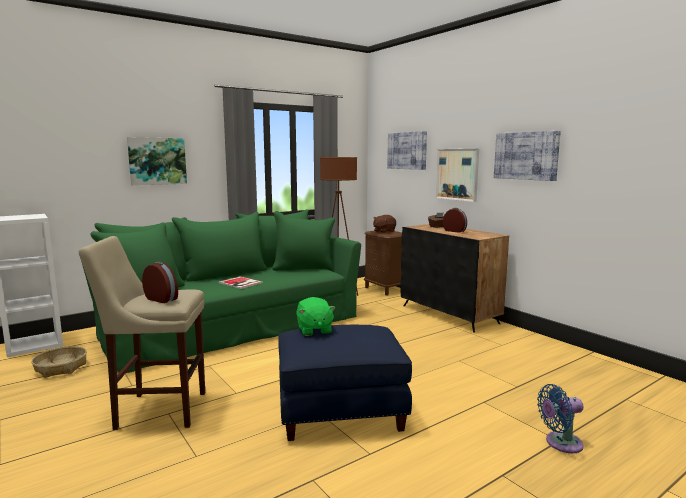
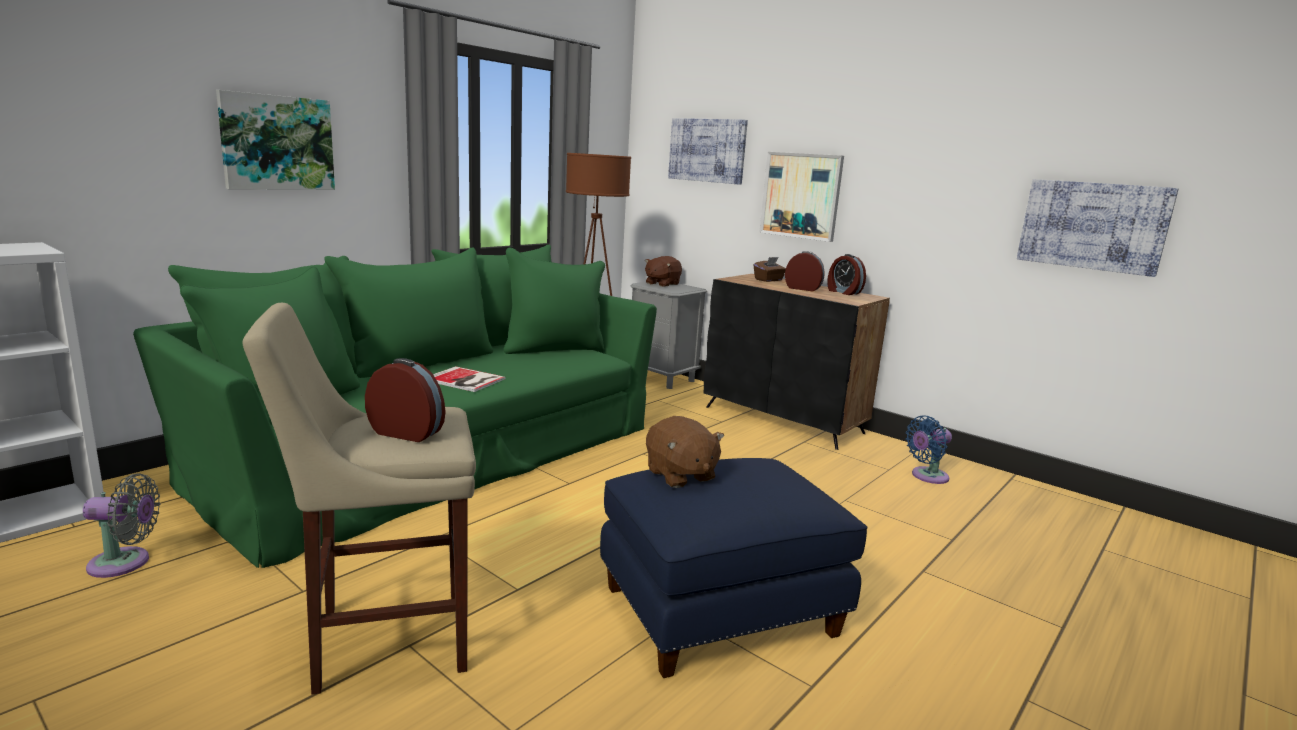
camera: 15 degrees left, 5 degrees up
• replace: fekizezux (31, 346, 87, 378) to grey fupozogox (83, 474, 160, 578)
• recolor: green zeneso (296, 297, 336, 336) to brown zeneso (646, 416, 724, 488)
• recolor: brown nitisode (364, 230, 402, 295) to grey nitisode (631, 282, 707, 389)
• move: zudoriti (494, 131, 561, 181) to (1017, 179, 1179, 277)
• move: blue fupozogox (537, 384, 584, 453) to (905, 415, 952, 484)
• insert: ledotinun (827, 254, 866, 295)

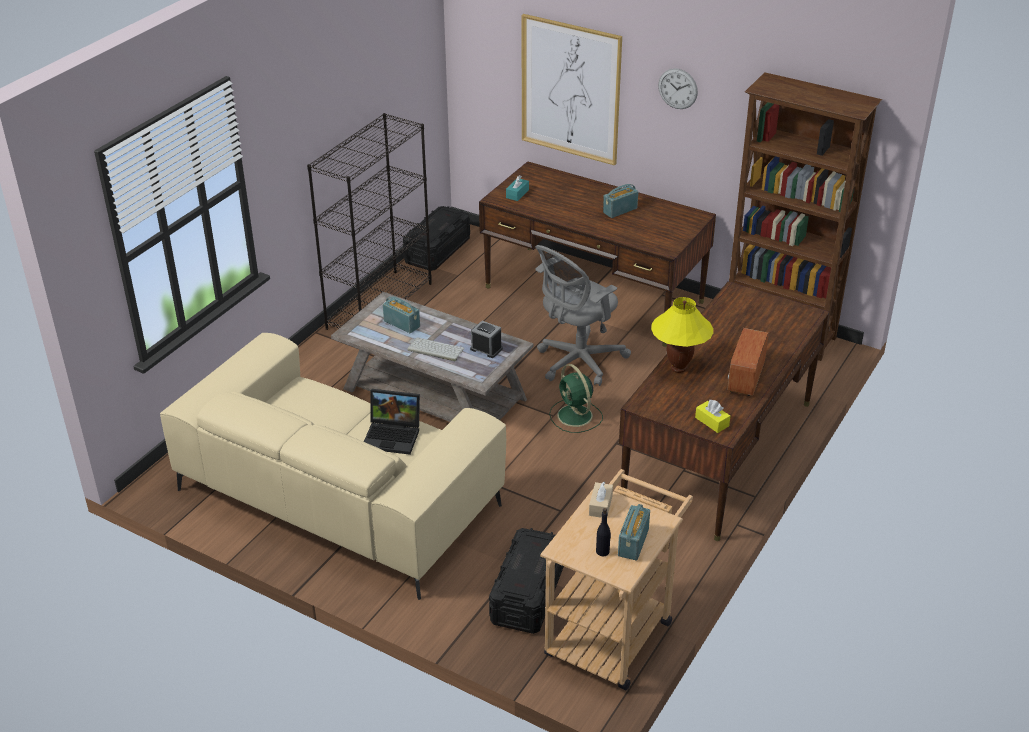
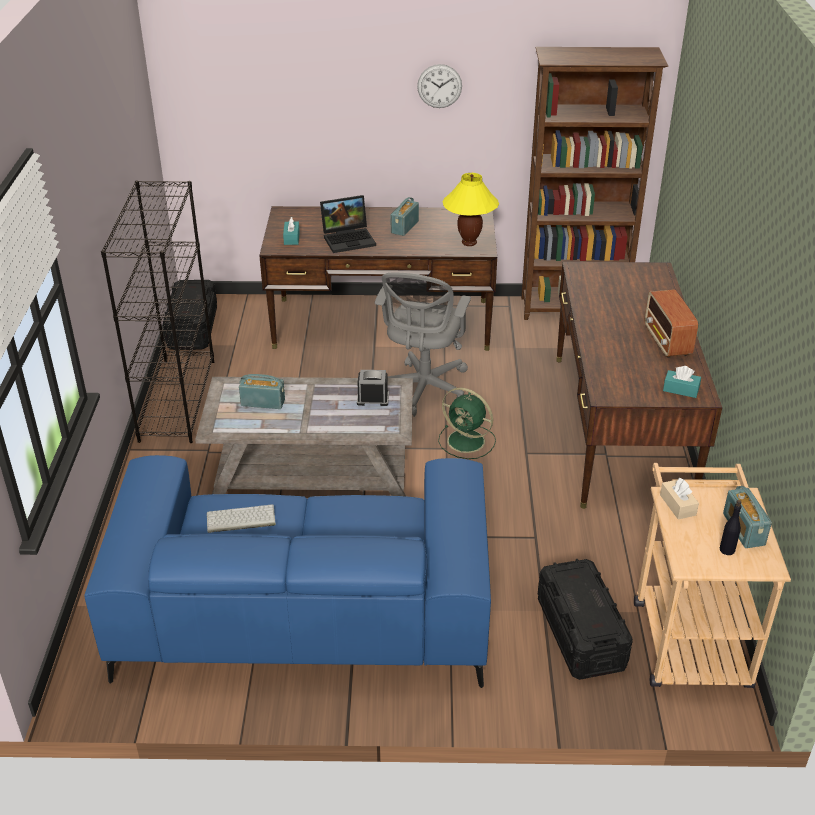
camera: 30 degrees left, 0 degrees up
• recolor: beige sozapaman (160, 333, 506, 600) to blue sozapaman (84, 455, 491, 688)
• move: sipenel (364, 389, 420, 455) to (320, 195, 376, 253)
• move: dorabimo (407, 337, 465, 361) to (206, 504, 276, 533)
• delete: zudoriti (522, 14, 622, 166)
• move: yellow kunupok (651, 297, 713, 373) to (443, 173, 499, 246)
• recolor: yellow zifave (695, 400, 730, 433) to turquoise zifave (663, 366, 701, 398)

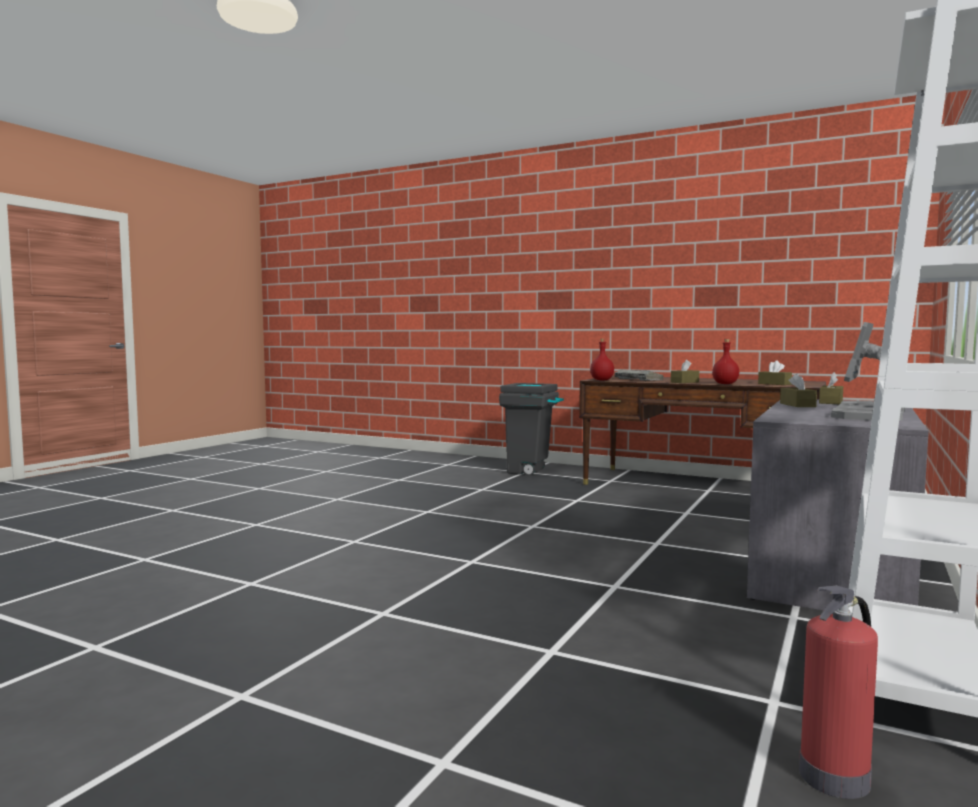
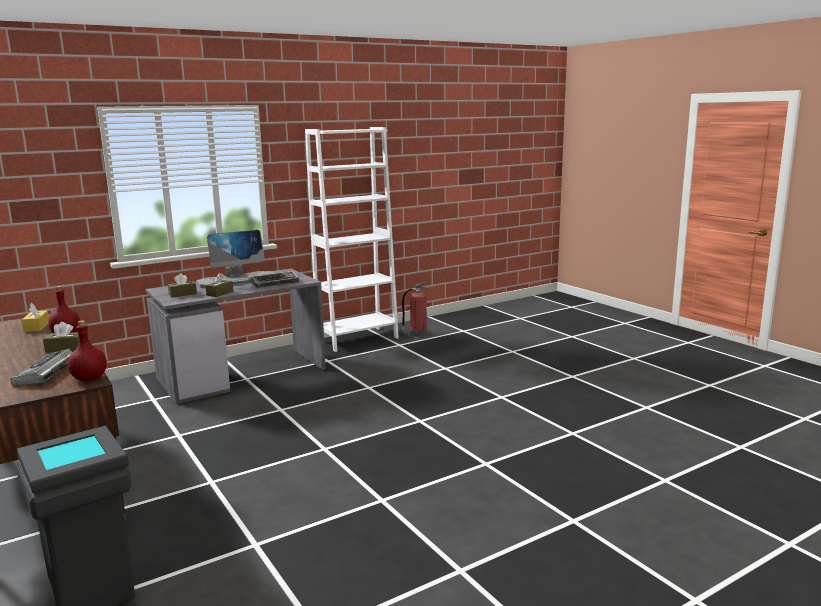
camera: 150 degrees left, 10 degrees up
• recolor: brown zifave (758, 360, 792, 385) to yellow zifave (22, 303, 49, 332)
• insert: dorabimo (250, 271, 299, 288)

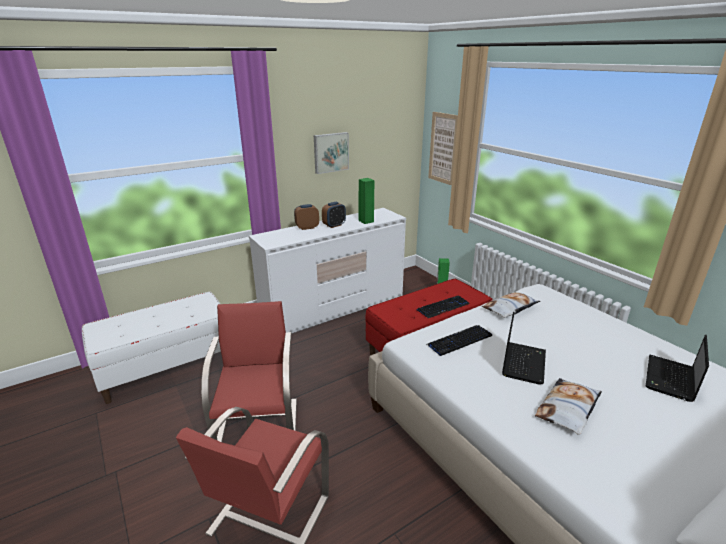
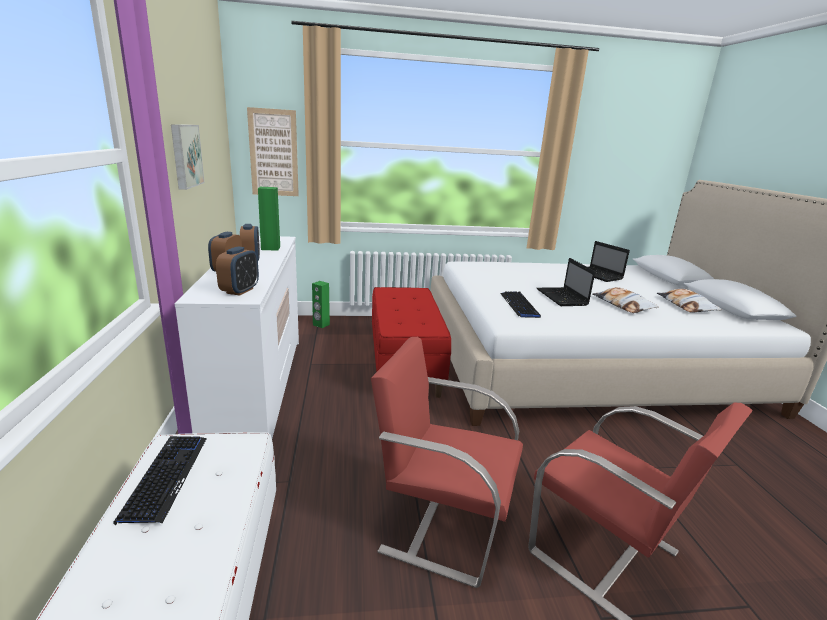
camera: 65 degrees left, 5 degrees down
• move: dorabimo (417, 295, 470, 318) to (114, 436, 207, 525)
• move: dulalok (482, 292, 540, 318) to (657, 289, 722, 312)
• rotate: sipenel (502, 312, 546, 385) = (537, 258, 595, 306) 150 degrees counterclockwise
• insert: ledotinun (216, 246, 259, 296)

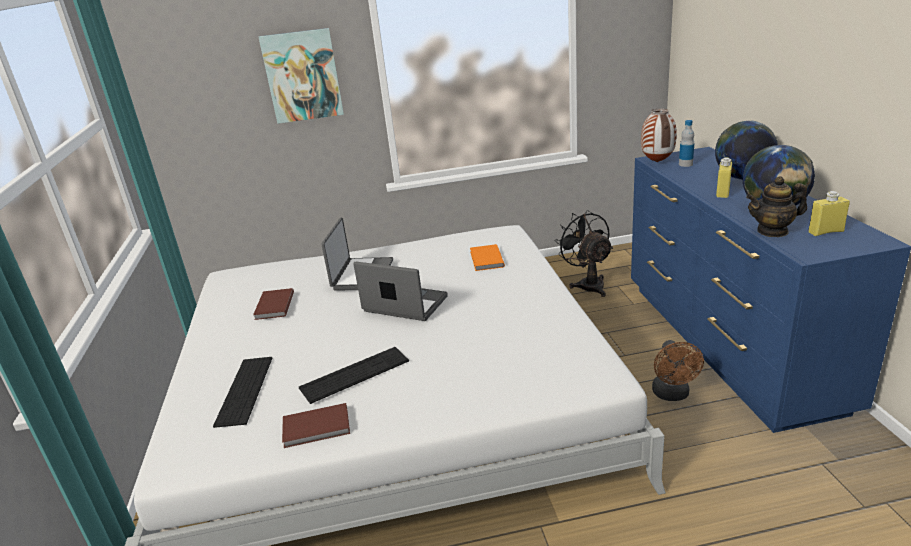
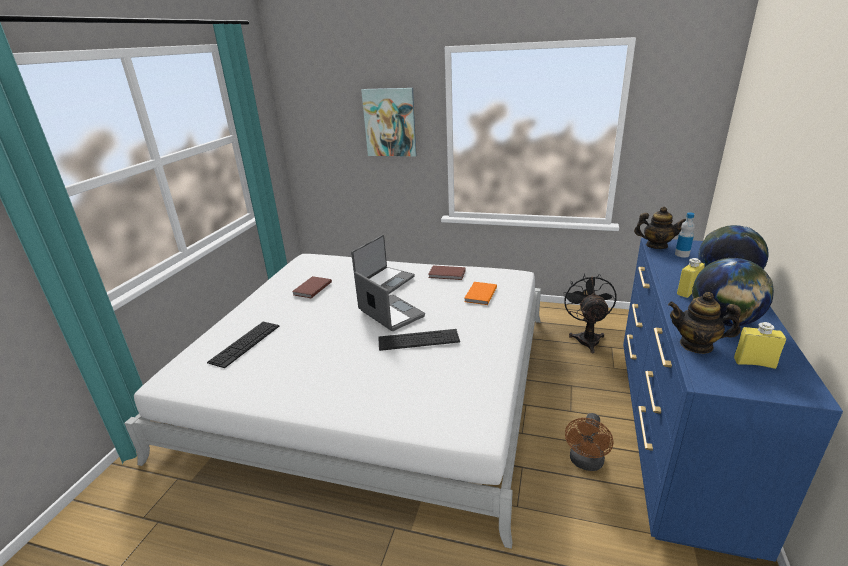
camera: 25 degrees right, 0 degrees up
• move: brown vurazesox (282, 403, 350, 448) to (428, 265, 466, 280)
• move: dorabimo (299, 347, 409, 404) to (378, 329, 460, 351)
• replace: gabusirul (641, 108, 677, 162) to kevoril (634, 207, 686, 249)

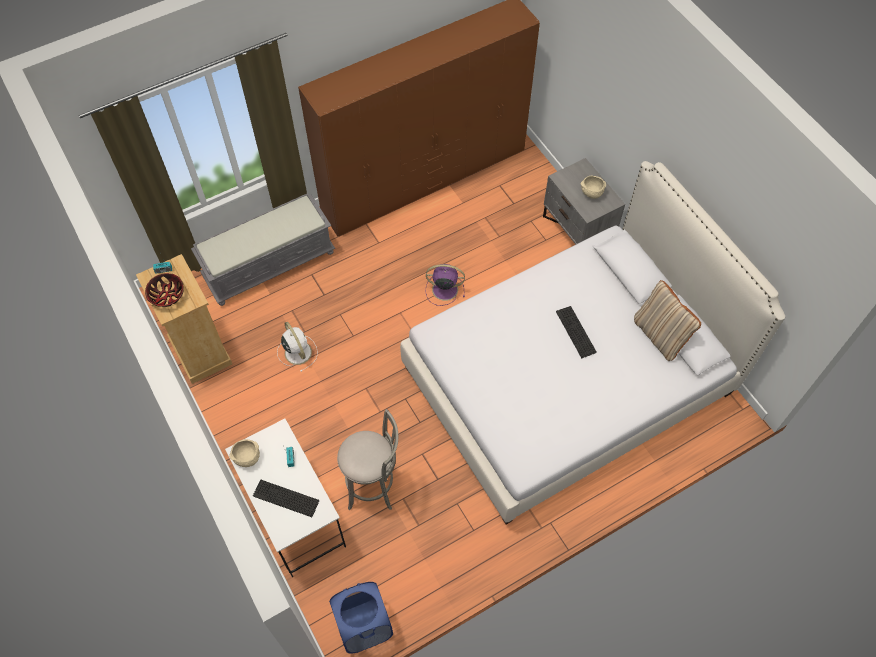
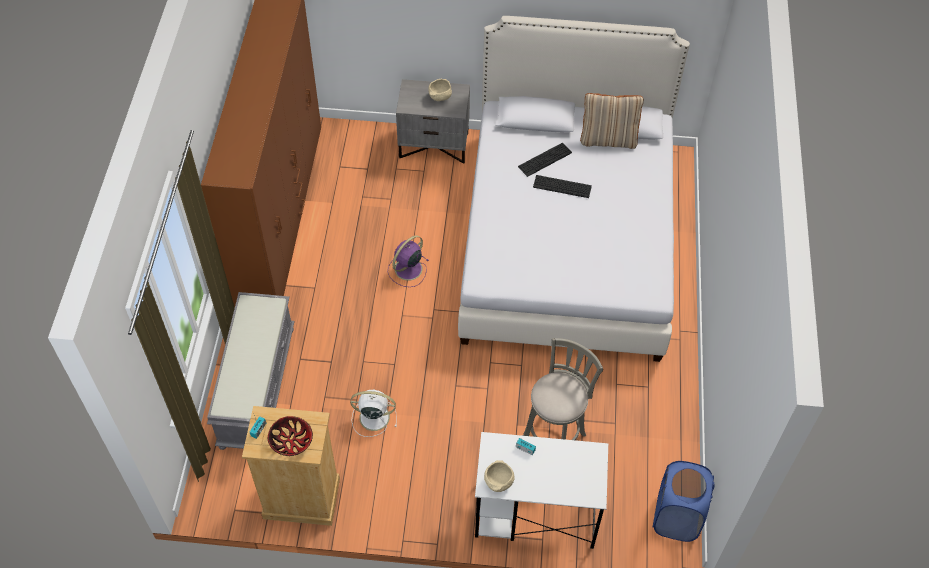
camera: 55 degrees left, 5 degrees down
• move: dorabimo (253, 480, 319, 517) to (518, 143, 572, 177)

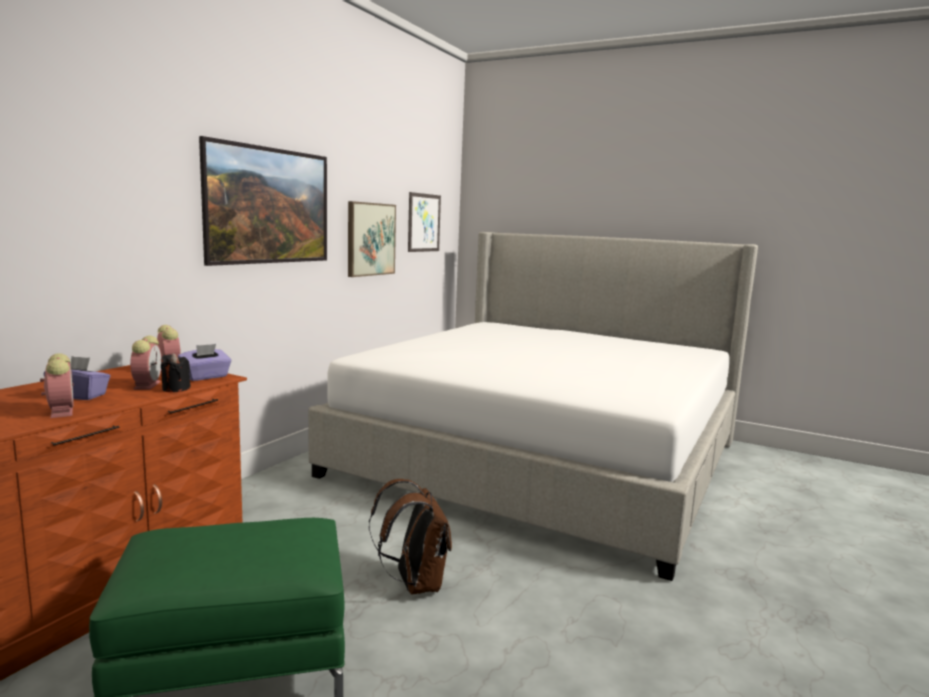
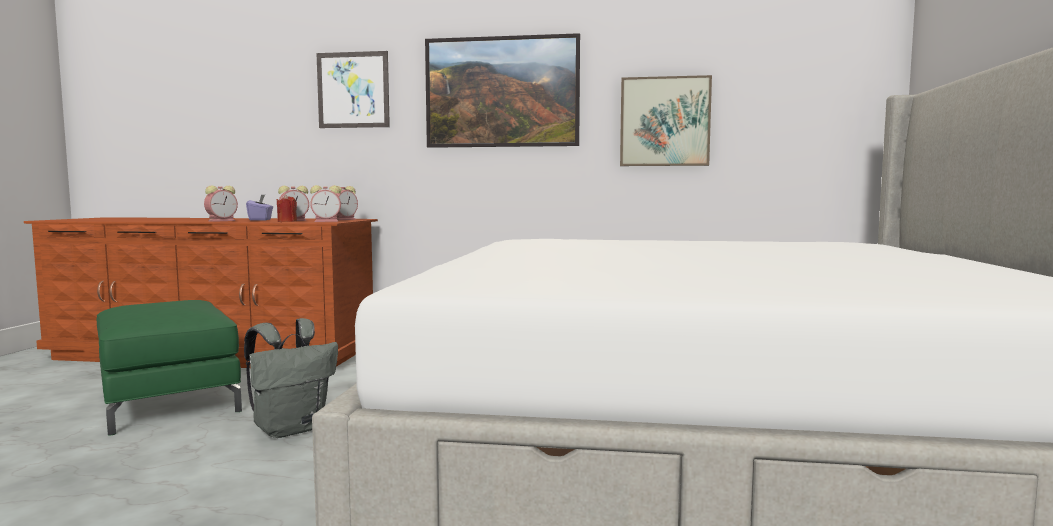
camera: 70 degrees right, 5 degrees down
• recolor: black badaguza (161, 353, 191, 392) to red badaguza (276, 194, 297, 222)
• replace: purple zifave (178, 344, 232, 381) to ledotinun (310, 185, 341, 222)
• recolor: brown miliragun (369, 479, 452, 594) to grey miliragun (244, 318, 338, 438)
• move: zudoriti (408, 192, 441, 252) to (316, 51, 390, 128)

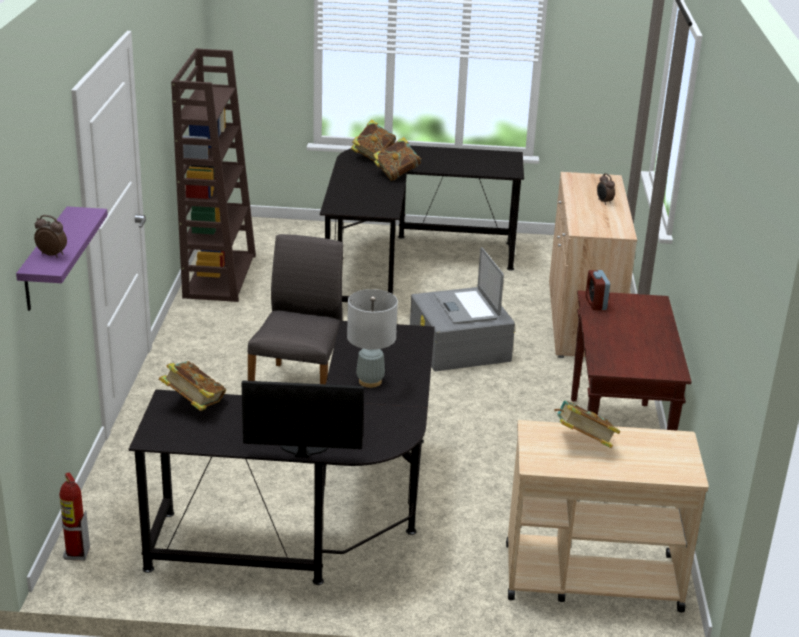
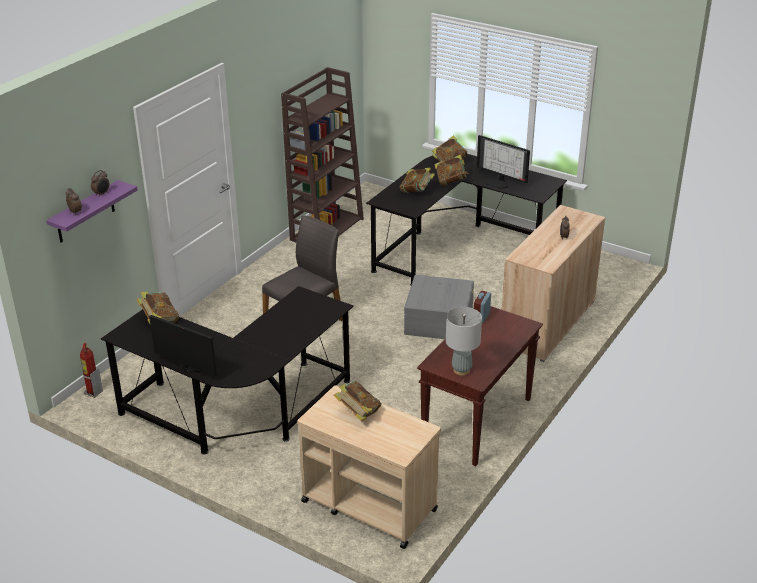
camera: 30 degrees right, 5 degrees up
• move: grey kunupok (347, 289, 398, 388) to (446, 307, 482, 376)
• delete: sipenel (434, 248, 504, 324)
• insert: ledotinun (91, 170, 109, 197)
• insert: vurazesox (400, 168, 435, 193)
• insert: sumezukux (477, 135, 530, 189)

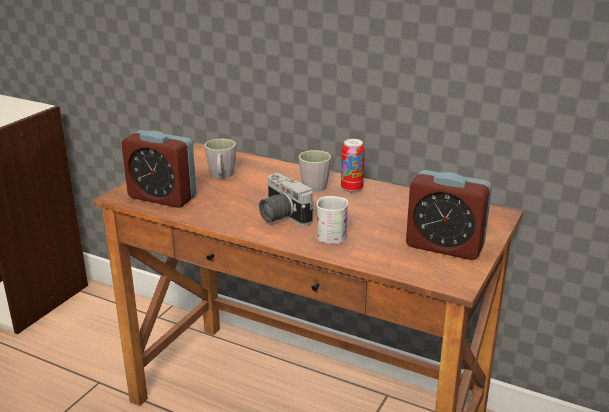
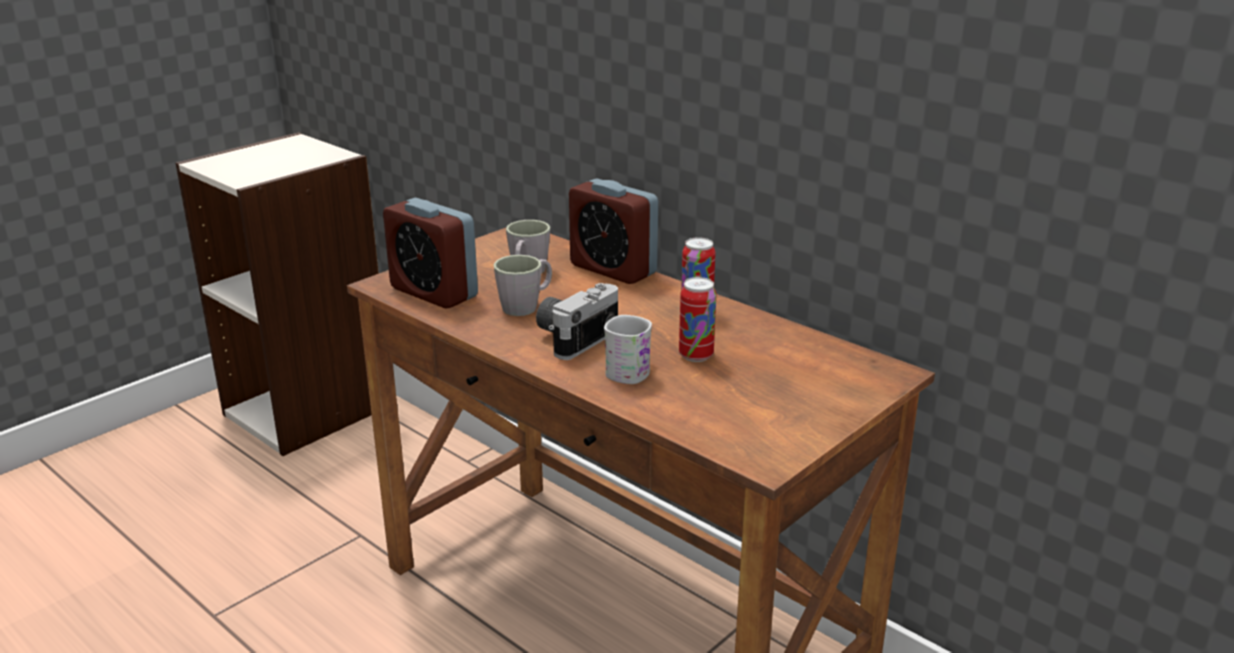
camera: 15 degrees right, 0 degrees up
• rotate: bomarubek (259, 173, 314, 226) = (536, 283, 618, 360) 60 degrees clockwise
• move: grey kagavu (299, 150, 331, 192) to (494, 255, 552, 316)
• move: ledotinun (406, 170, 492, 260) to (569, 178, 658, 284)
• insert: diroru (679, 277, 716, 362)

